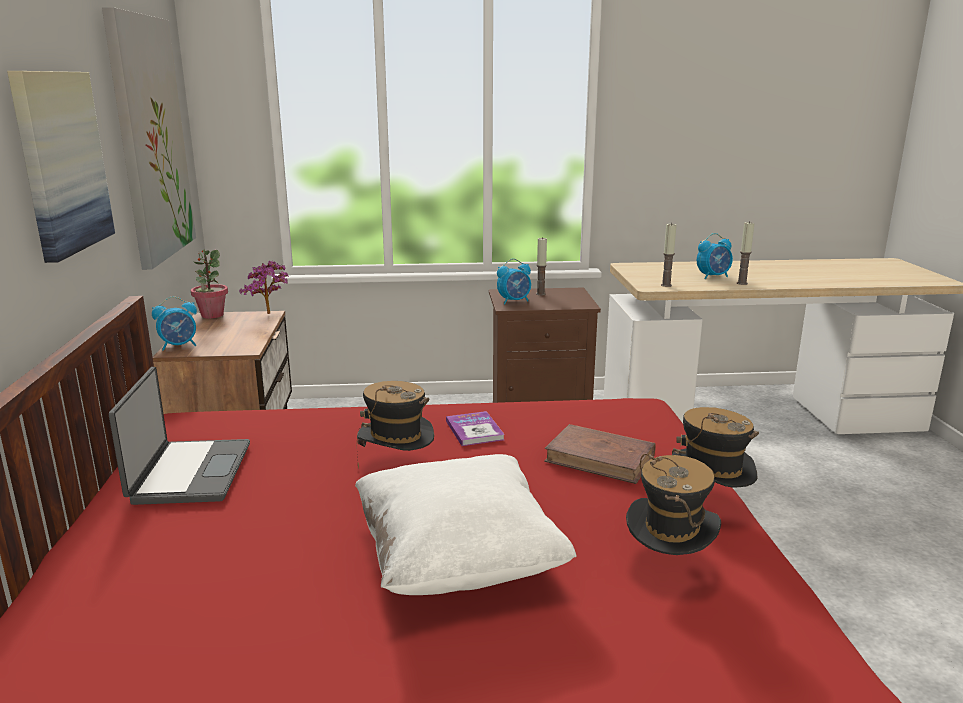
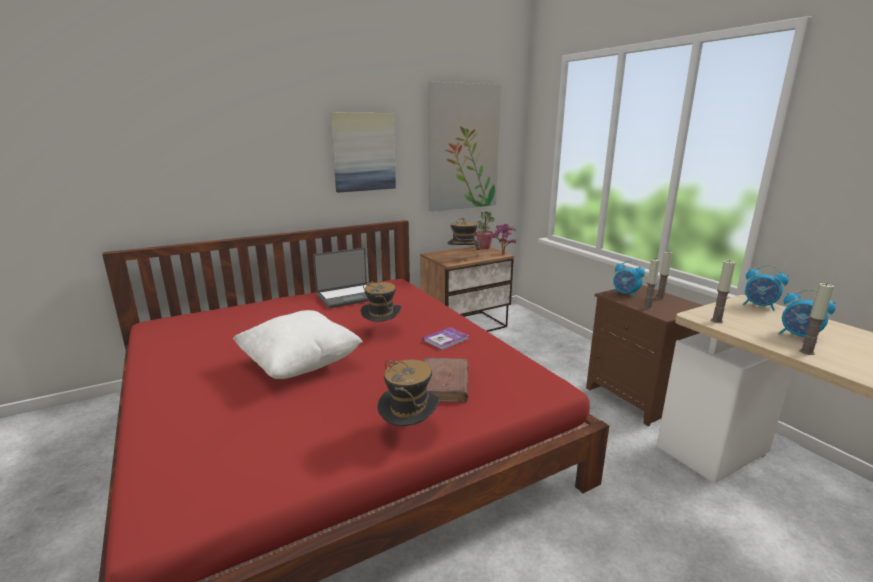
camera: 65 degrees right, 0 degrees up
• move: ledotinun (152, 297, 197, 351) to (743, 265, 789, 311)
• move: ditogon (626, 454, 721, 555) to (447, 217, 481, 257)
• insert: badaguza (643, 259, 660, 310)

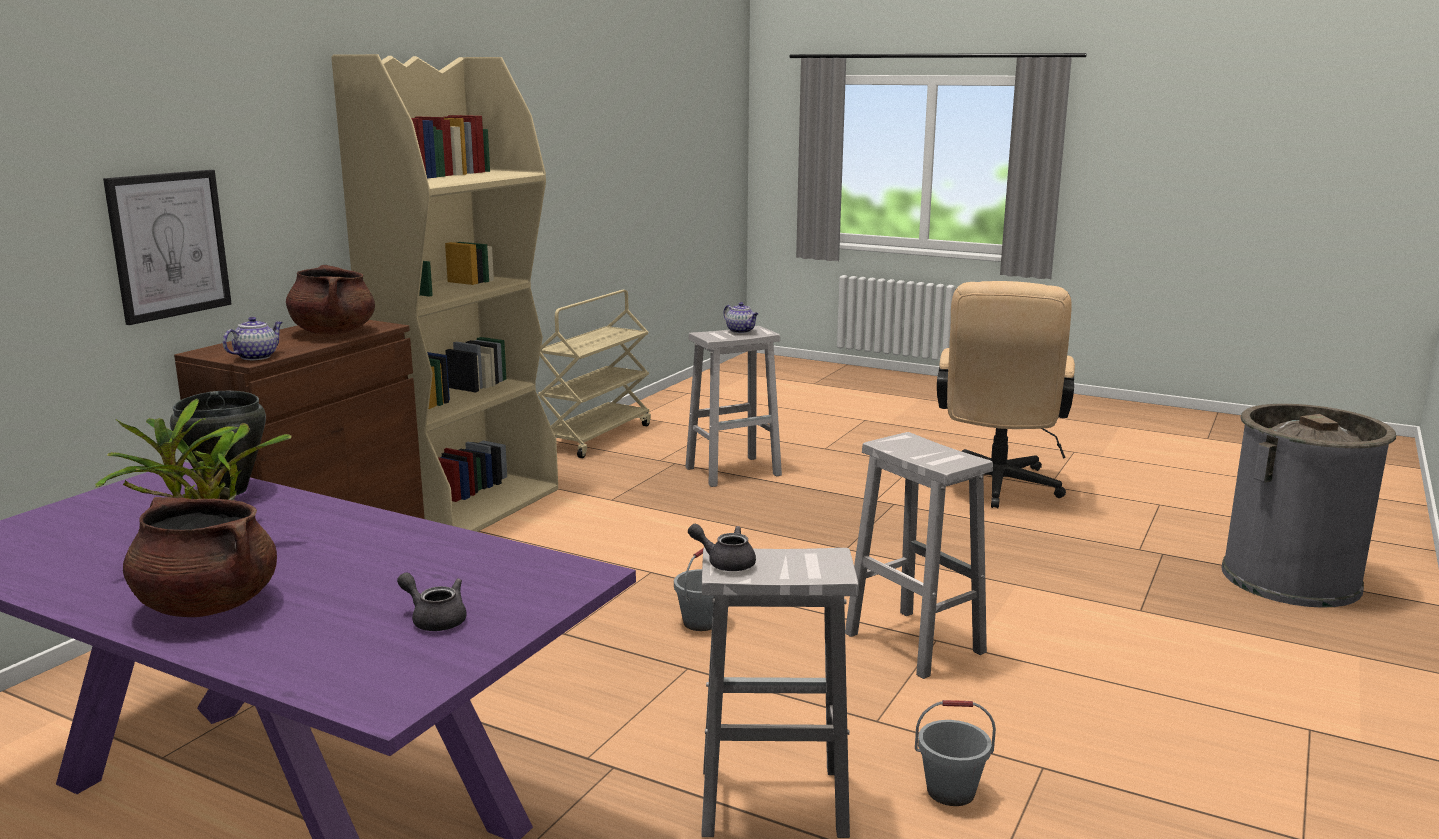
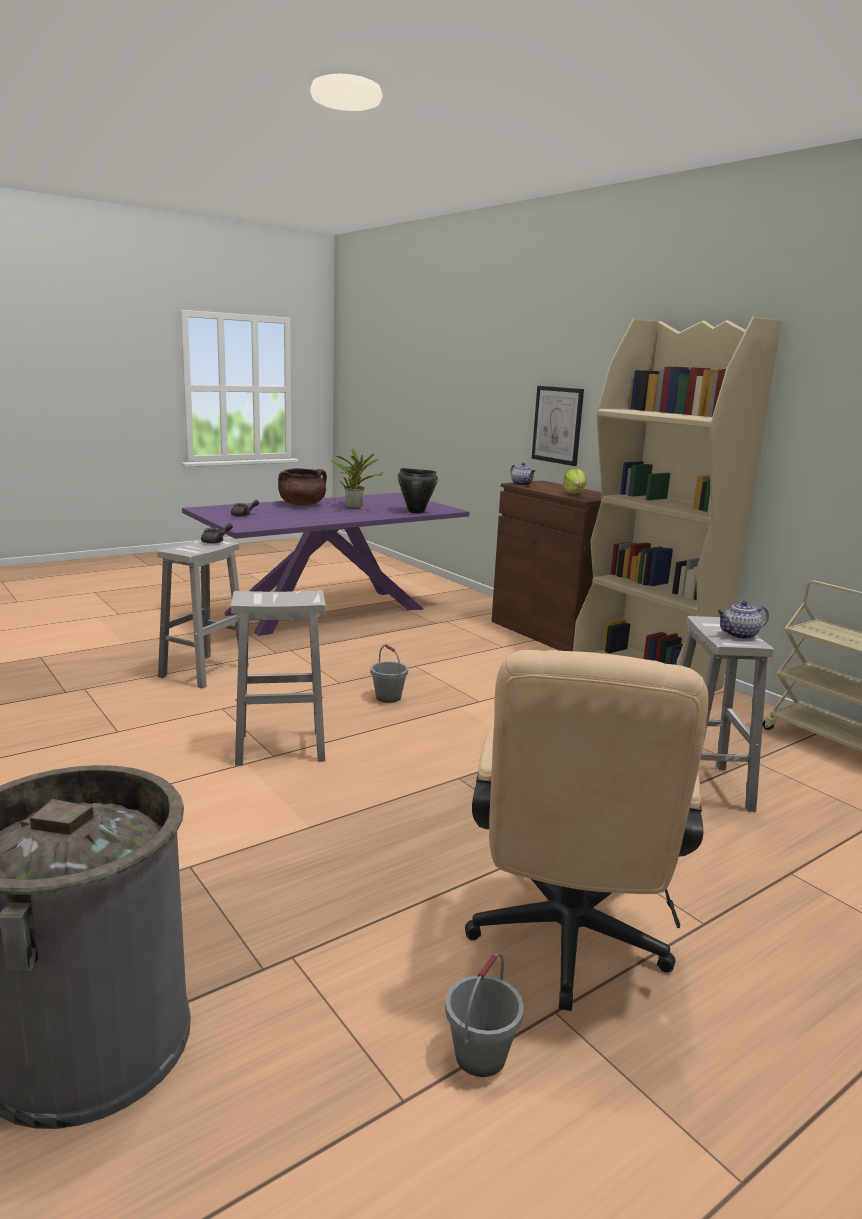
camera: 115 degrees right, 0 degrees up
• replace: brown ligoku (286, 265, 375, 334) to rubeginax (563, 468, 587, 494)
• move: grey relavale (915, 700, 996, 806) to (445, 953, 524, 1077)
• rotate: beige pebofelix (937, 281, 1075, 508) = (465, 650, 709, 1011) 120 degrees counterclockwise

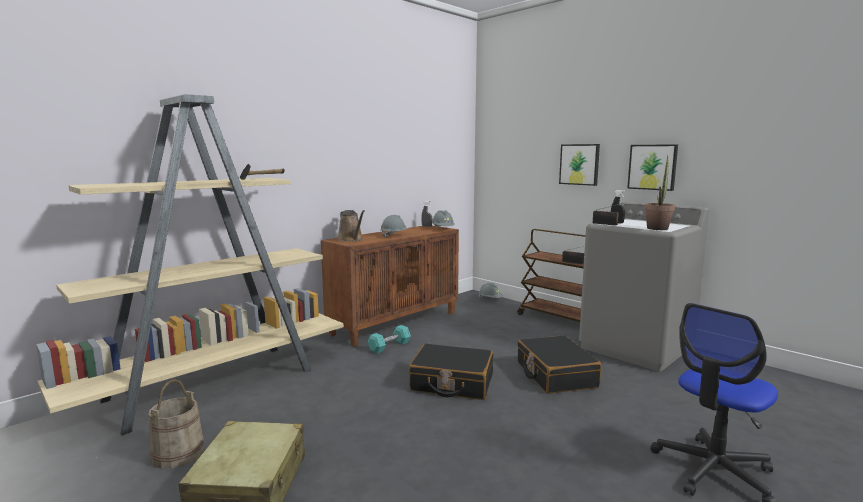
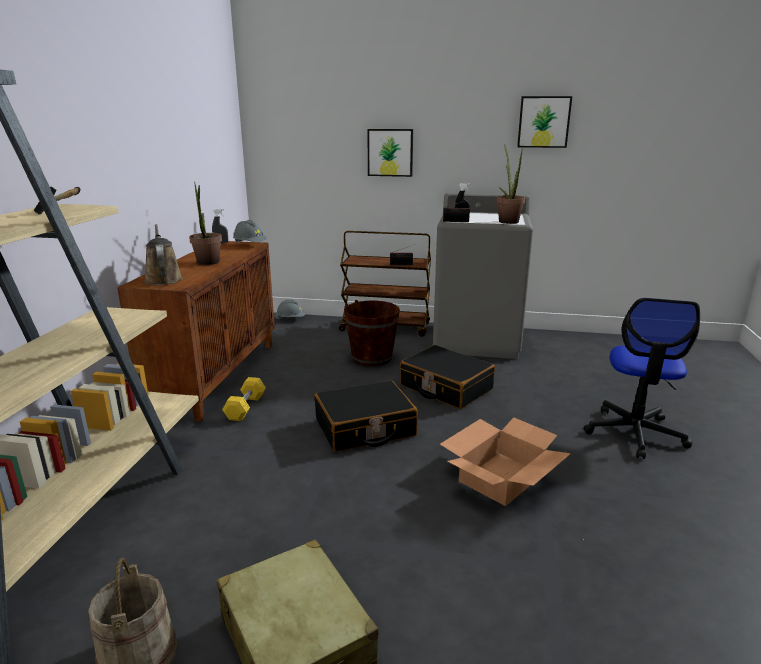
camera: 35 degrees left, 10 degrees up
• rotate: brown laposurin (337, 210, 365, 242) = (144, 224, 183, 285) 135 degrees counterclockwise
• recolor: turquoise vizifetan (368, 325, 411, 353) to yellow vizifetan (222, 377, 266, 421)
• replace: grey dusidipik (380, 215, 408, 237) to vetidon (189, 182, 222, 265)
• move: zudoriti (627, 144, 678, 191) to (517, 96, 572, 148)
• insert: brown relavale (344, 300, 400, 366)
• insert: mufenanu (440, 418, 571, 506)

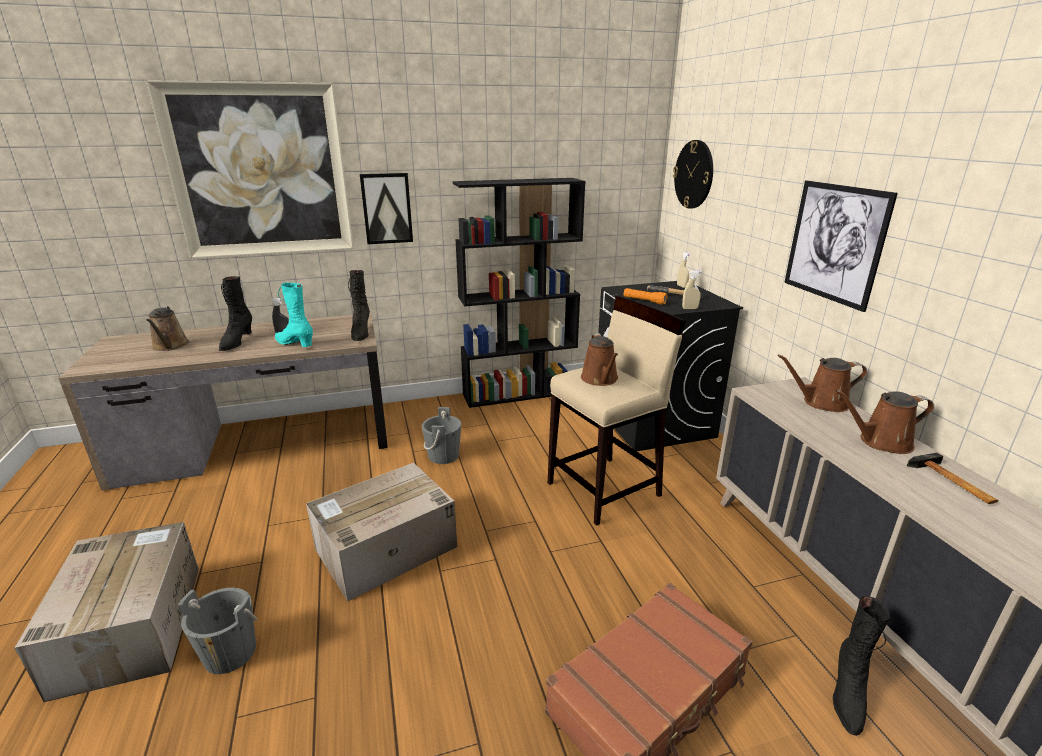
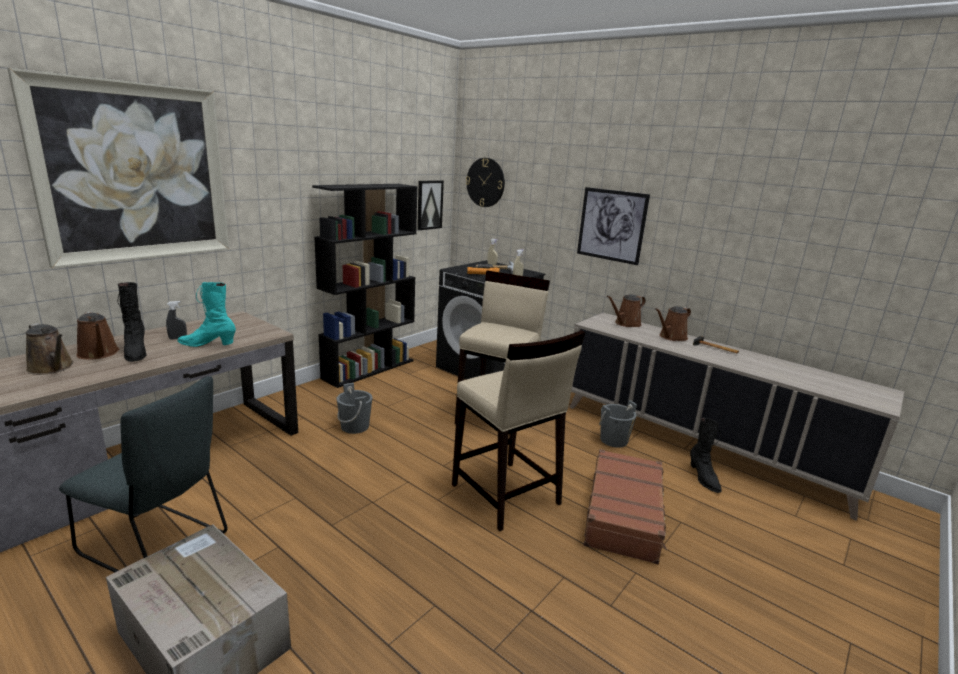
camera: 35 degrees left, 5 degrees down
• move: grey relavale (178, 588, 258, 674) to (599, 400, 637, 448)
• delete: mufenanu (306, 463, 457, 601)
• delete: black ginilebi (348, 270, 370, 341)
• move: zudoriti (360, 173, 413, 244) to (417, 180, 444, 230)
• move: brown laposurin (581, 333, 618, 386) to (76, 311, 119, 360)
• insert: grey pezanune (59, 376, 228, 573)
• insert: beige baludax (452, 330, 586, 531)

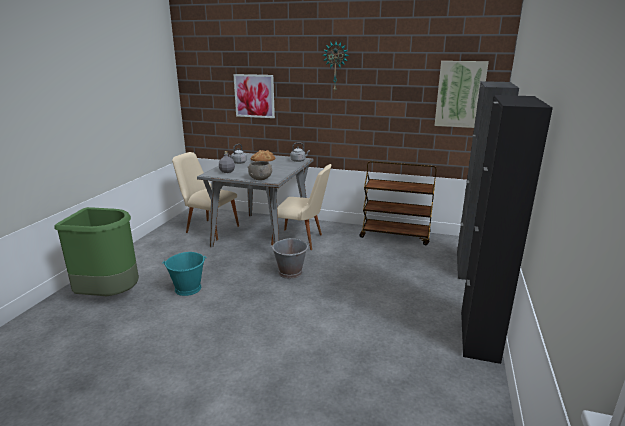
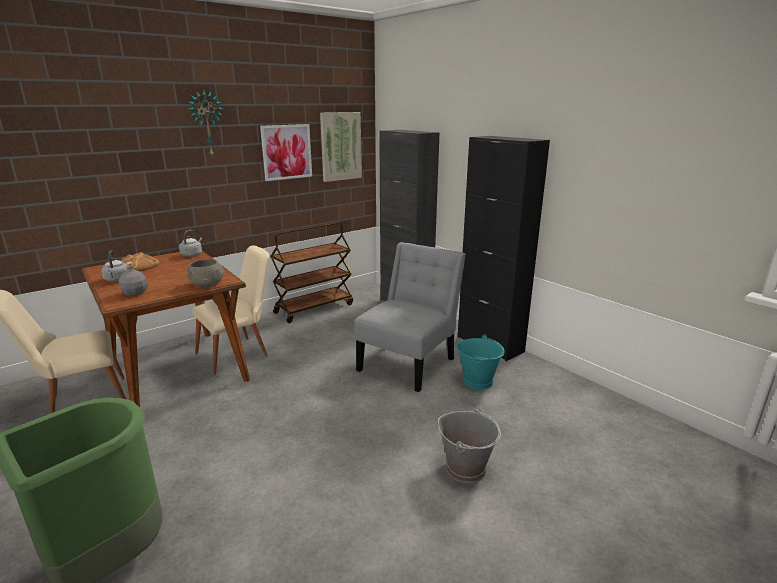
camera: 55 degrees left, 0 degrees up
• move: turquoise relavale (162, 252, 207, 296) to (456, 334, 505, 390)
• recolor: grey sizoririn (197, 153, 314, 247) to brown sizoririn (82, 251, 250, 408)
• move: zudoriti (233, 74, 275, 118) to (260, 124, 312, 181)
• move: grey relavale (270, 238, 310, 279) to (438, 407, 501, 483)
• insert: grey pezanune (354, 242, 466, 392)

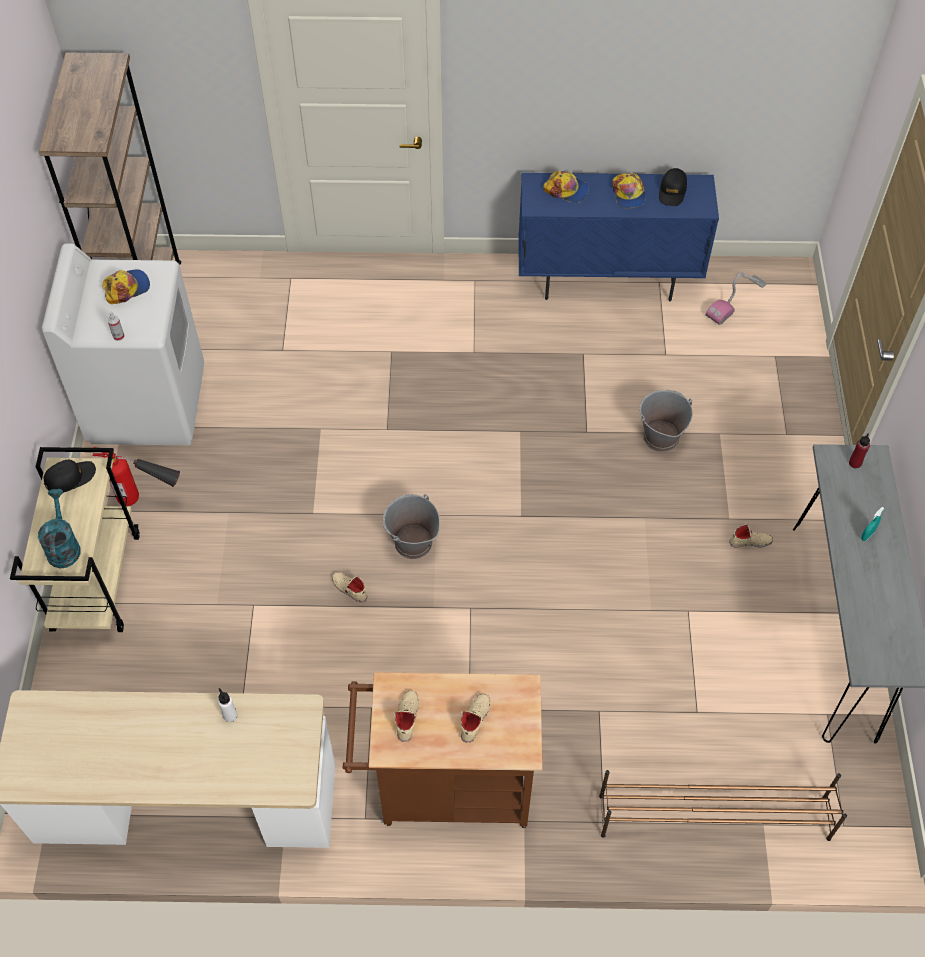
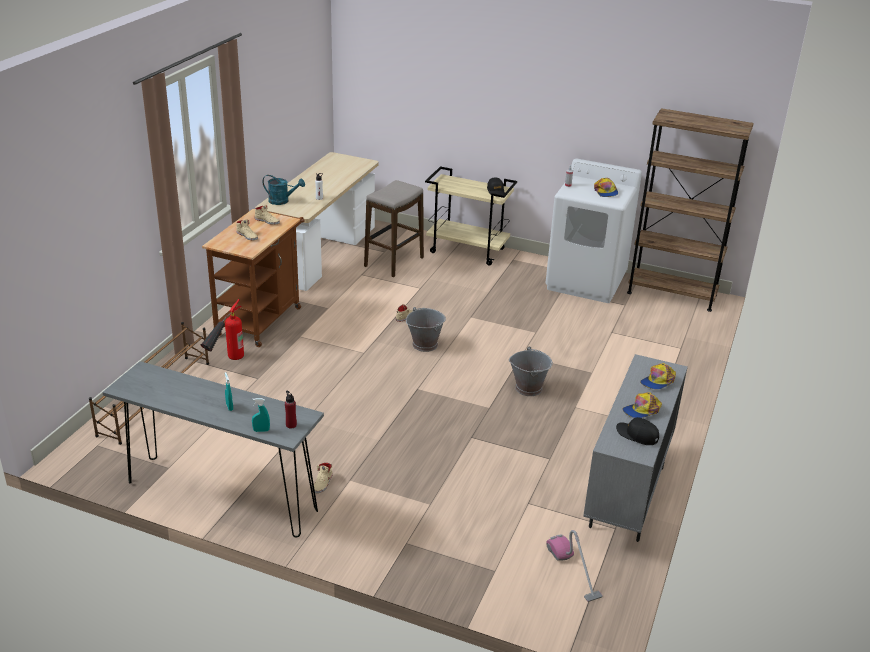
camera: 110 degrees right, 25 degrees down
• move: turquoise laposurin (38, 489, 81, 568) to (262, 175, 305, 205)
• move: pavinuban (92, 447, 180, 506) to (201, 299, 244, 360)
• recolor: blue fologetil (518, 173, 719, 301) to grey fologetil (583, 354, 688, 542)
• rotate: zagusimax (612, 173, 646, 209) = (623, 392, 662, 418) 45 degrees counterclockwise
• move: grey relavale (639, 390, 693, 452) to (509, 346, 553, 396)
• insert: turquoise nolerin (252, 398, 270, 432)
• insert: baludax (364, 180, 424, 277)

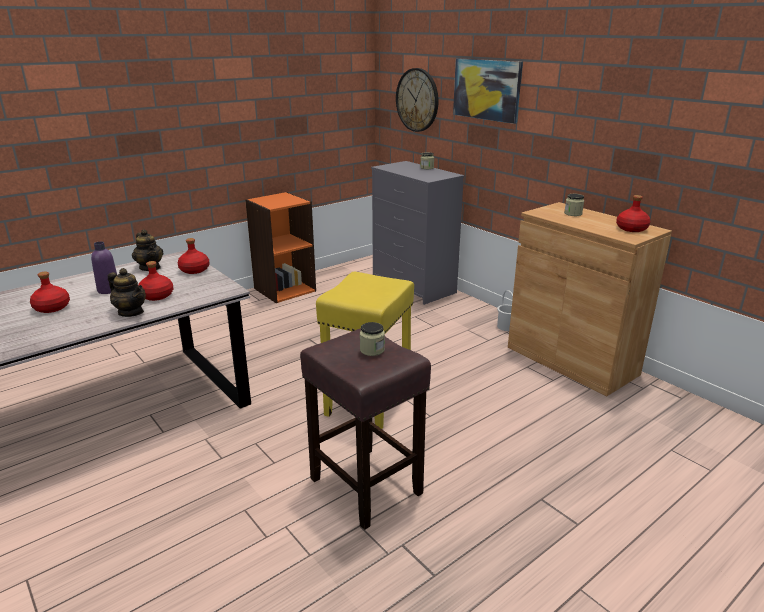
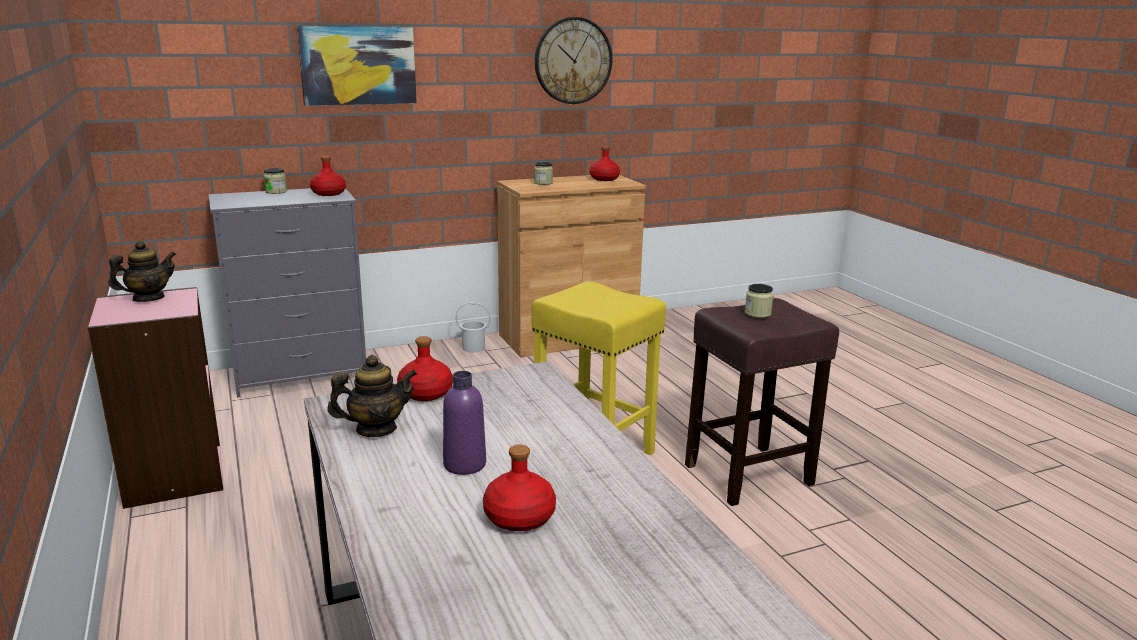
camera: 75 degrees left, 5 degrees down
• move: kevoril (108, 268, 146, 317) to (109, 241, 177, 302)
• move: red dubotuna (138, 261, 173, 301) to (310, 156, 346, 196)
• recolor: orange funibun (245, 192, 316, 303) to pink funibun (87, 287, 223, 509)
• move: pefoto (396, 68, 439, 132) to (535, 17, 612, 104)

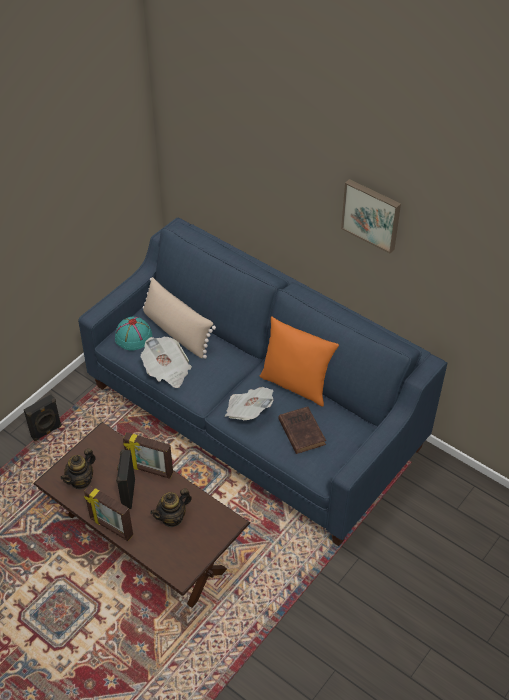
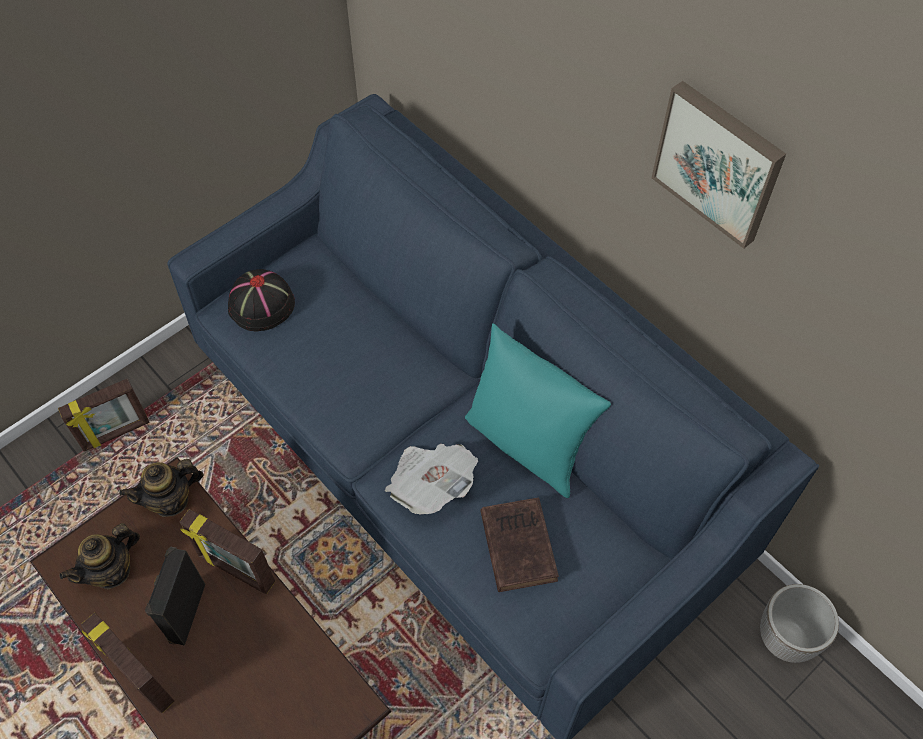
camera: 10 degrees right, 10 degrees up
• replace: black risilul (24, 394, 62, 441) to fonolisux (58, 379, 150, 452)
• recolor: turquoise ditogon (115, 316, 152, 350) to black ditogon (228, 269, 295, 332)
• delete: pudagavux (141, 336, 192, 388)
• delete: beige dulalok (142, 277, 216, 359)
• move: kevoril (150, 488, 192, 528) to (119, 459, 204, 517)
• recolor: orange dulalok (260, 316, 339, 407) to turquoise dulalok (465, 323, 611, 498)
• insert: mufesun (760, 584, 839, 663)

